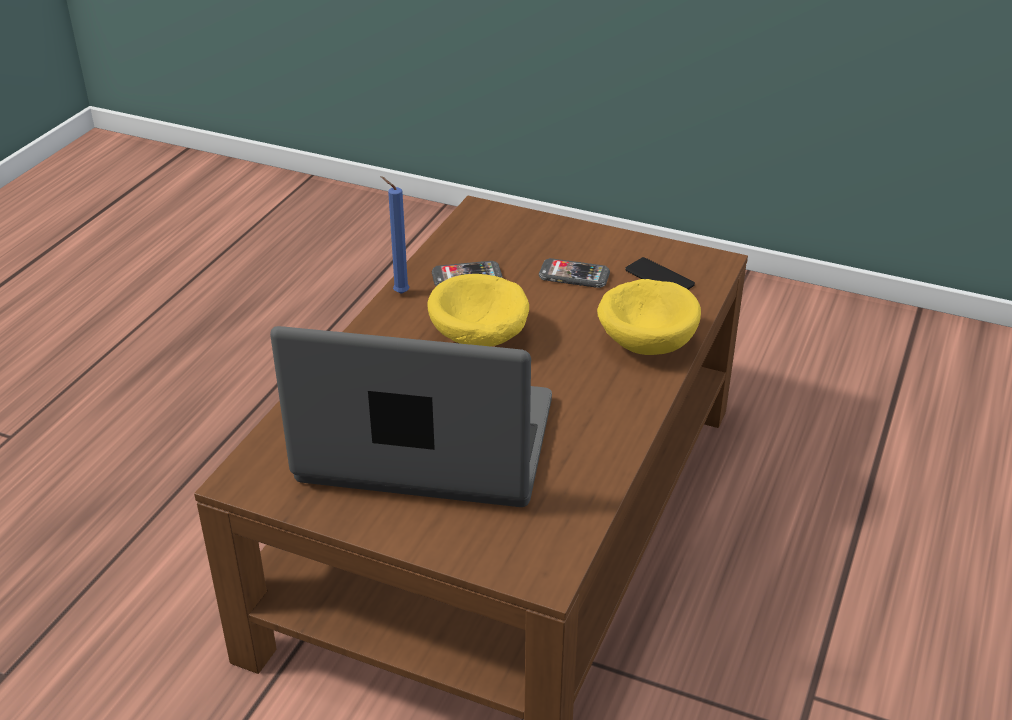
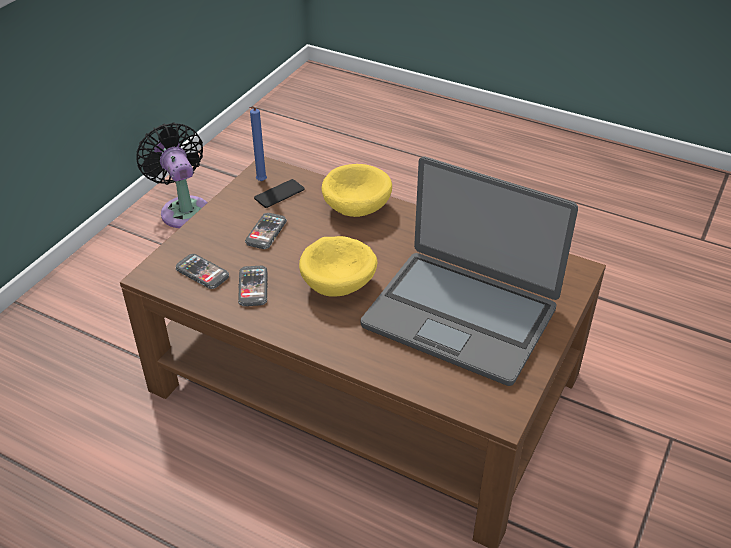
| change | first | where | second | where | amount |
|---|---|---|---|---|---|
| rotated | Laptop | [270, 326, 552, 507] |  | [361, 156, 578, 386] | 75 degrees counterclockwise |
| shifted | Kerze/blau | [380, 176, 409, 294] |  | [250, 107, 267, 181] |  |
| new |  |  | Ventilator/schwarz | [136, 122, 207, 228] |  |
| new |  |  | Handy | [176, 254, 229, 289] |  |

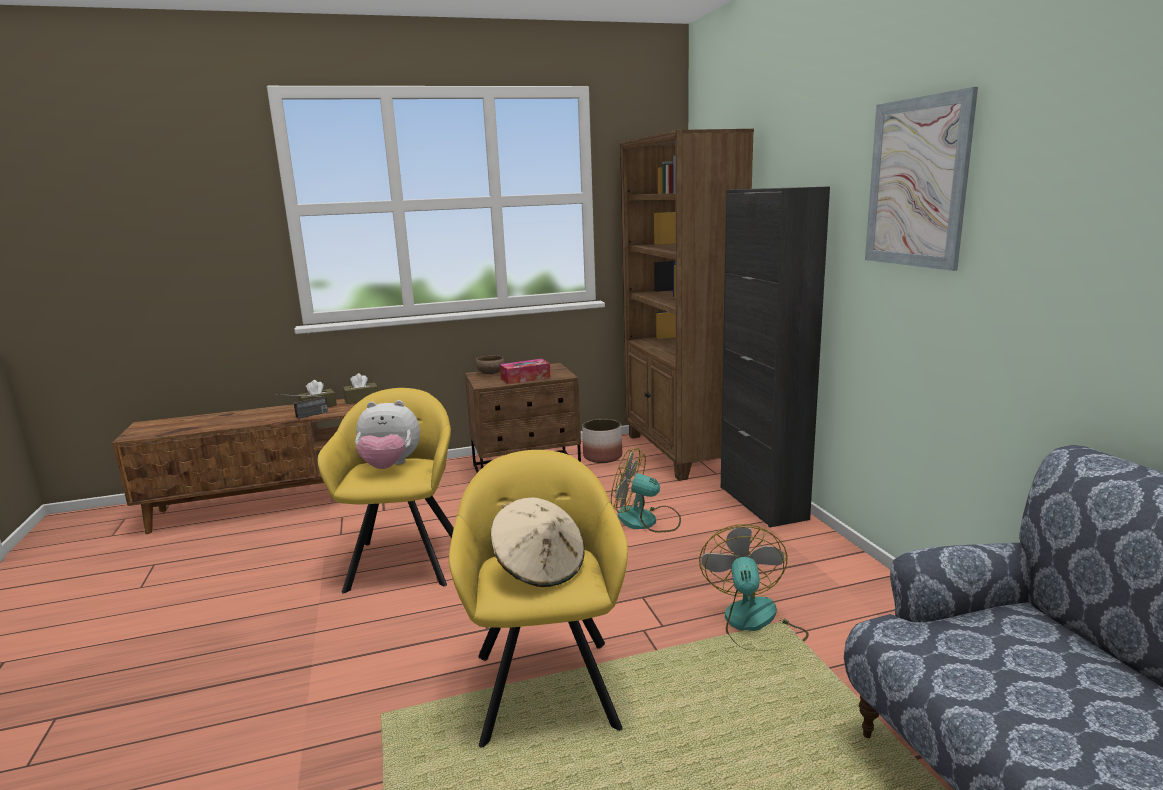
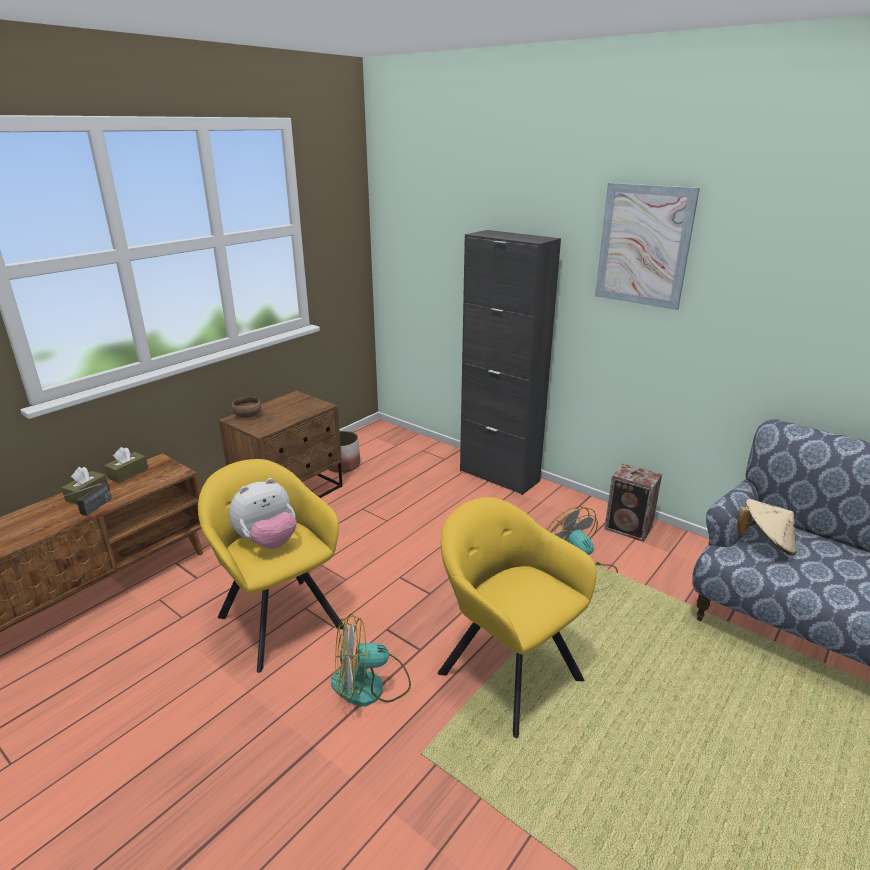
| change | first | where | second | where | amount |
|---|---|---|---|---|---|
| shifted | Hut/beige | [491, 497, 585, 587] |  | [737, 499, 797, 555] |  |
| gone | Taschentuchbox | [500, 359, 551, 384] |  |  |  |
| shifted | Ventilator | [611, 448, 681, 533] |  | [331, 614, 411, 707] |  |
| gone | Bücherregal/braun | [620, 129, 754, 481] |  |  |  |
| new |  |  | Lautsprecher | [604, 463, 662, 542] |  |

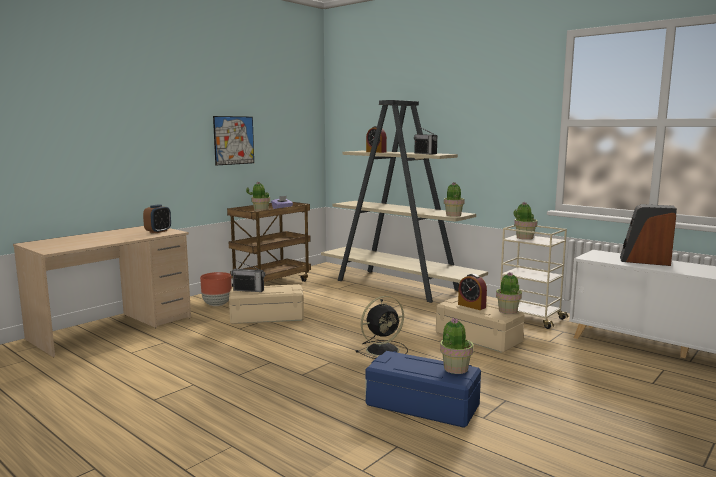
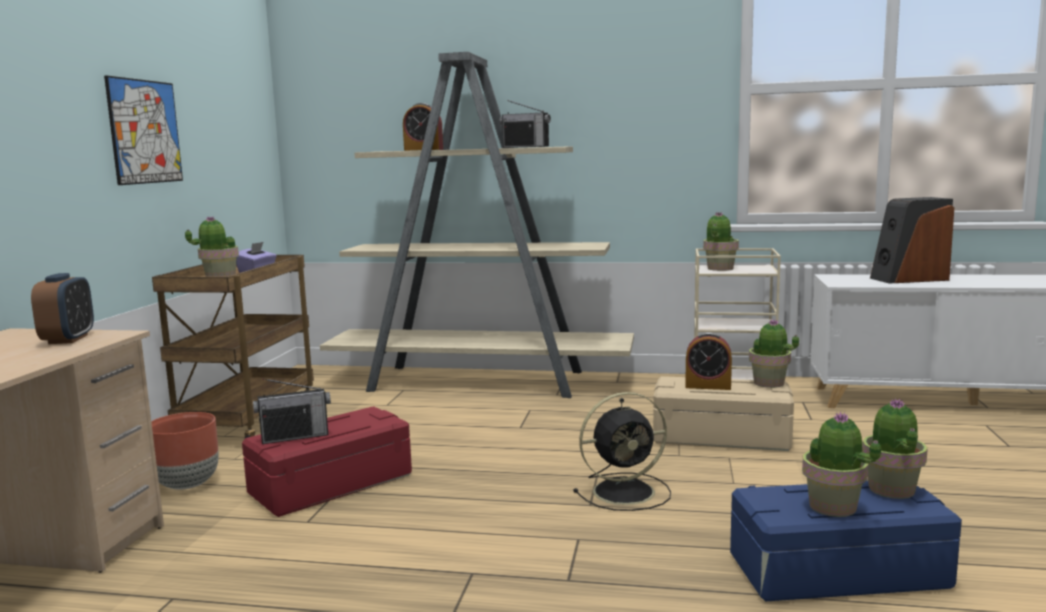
| change | first | where | second | where | amount |
|---|---|---|---|---|---|
| repainted | Aufbewahrungsbox/beige | [229, 284, 304, 324] | Aufbewahrungsbox/rot | [242, 406, 412, 517] |  |
| rotated | Ventilator/schwarz | [356, 296, 408, 359] |  | [573, 392, 671, 511] | 45 degrees clockwise |
| shifted | Topfpflanze | [444, 183, 465, 217] |  | [802, 411, 882, 517] |  |

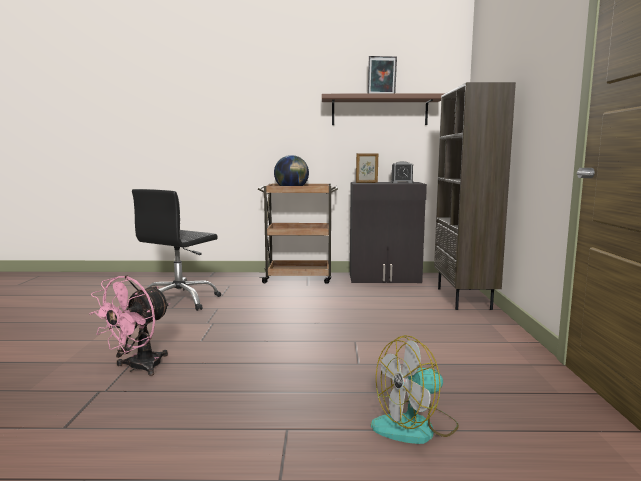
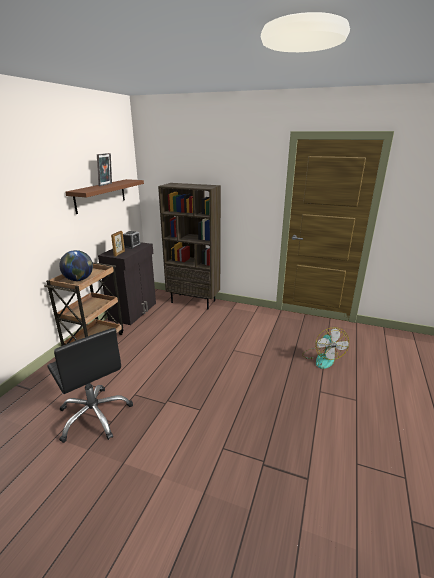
| change | first | where | second | where | amount |
|---|---|---|---|---|---|
| gone | Ventilator/rosa | [89, 276, 170, 376] |  |  |  |

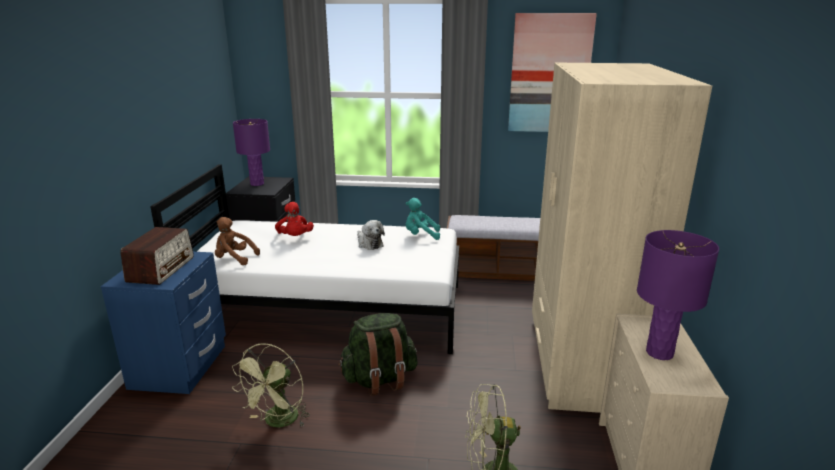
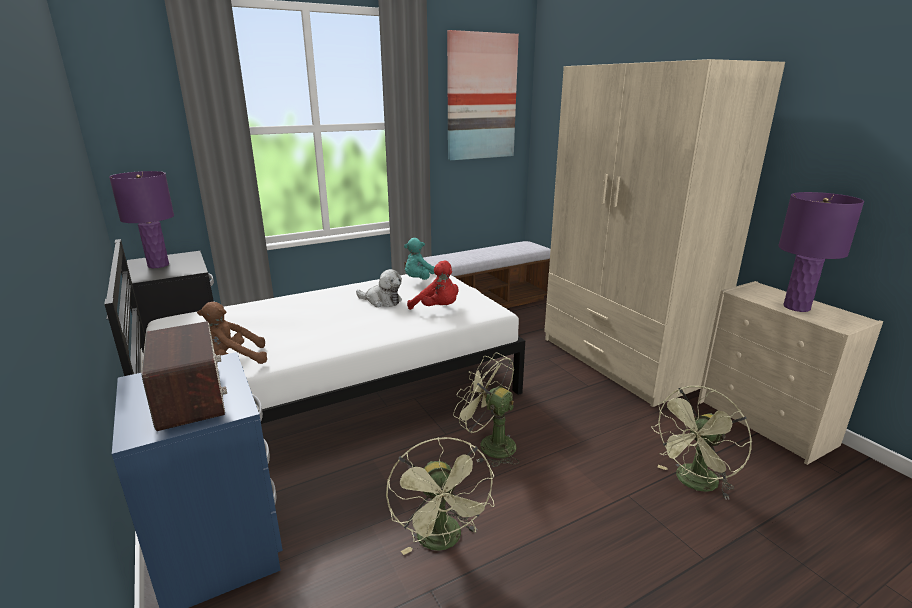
| change | first | where | second | where | amount |
|---|---|---|---|---|---|
| shifted | Plüschtier/rot | [275, 202, 314, 236] |  | [407, 260, 459, 310] |  |
| swapped | Rucksack/grün | [338, 313, 418, 396] | Ventilator/grün | [453, 353, 519, 467] |  |

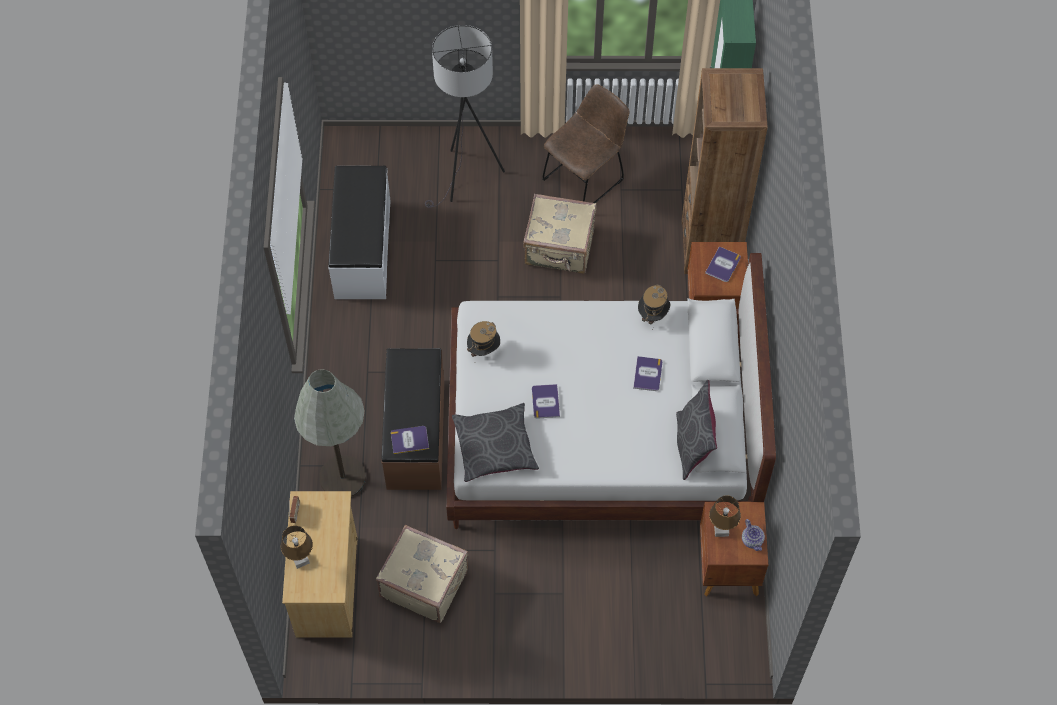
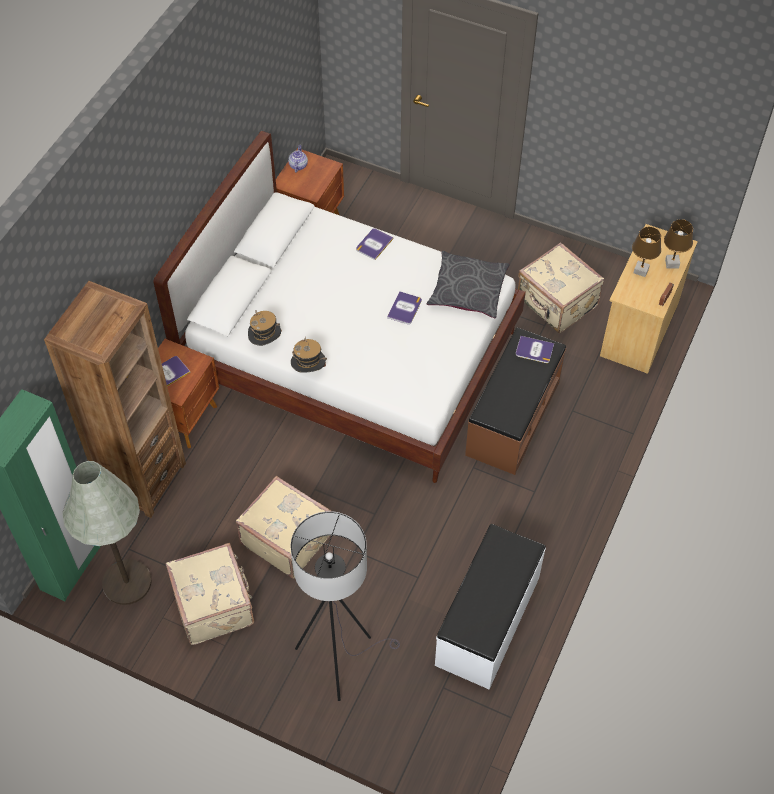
| change | first | where | second | where | amount |
|---|---|---|---|---|---|
| shifted | Stehlampe/grau | [294, 369, 366, 497] |  | [62, 461, 152, 605] |  |
| shifted | Hut | [467, 321, 500, 357] |  | [291, 336, 327, 373] |  |
| swapped | Stuhl/braun | [542, 84, 629, 203] | Koffer/beige | [166, 543, 254, 645] |  |
| shifted | Buch | [633, 356, 662, 391] |  | [356, 228, 393, 260] |  |
| gone | Kissen/grau | [676, 380, 717, 480] |  |  |  |
| shifted | Tischlampe/braun | [709, 495, 741, 537] |  | [632, 227, 661, 277] |  |

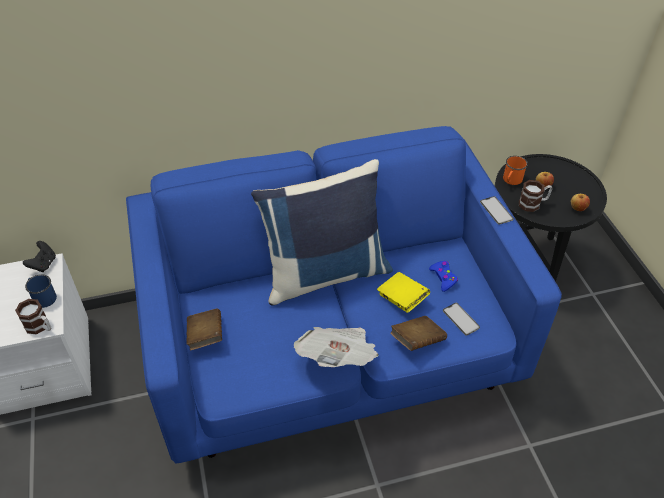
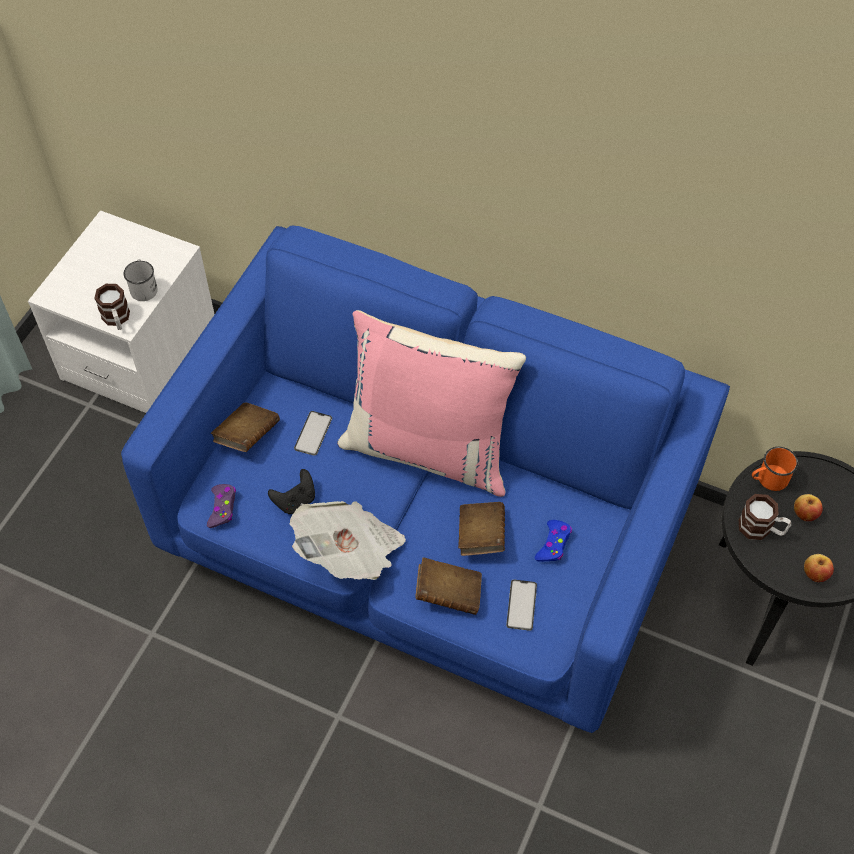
| change | first | where | second | where | amount |
|---|---|---|---|---|---|
| shifted | Gamepad/schwarz | [23, 241, 56, 272] |  | [268, 469, 315, 514] |  |
| repainted | Henkelbecher/blau | [25, 274, 57, 308] | Henkelbecher/weiß | [124, 259, 158, 301] |  |
| repainted | Kissen/blau | [251, 159, 393, 305] | Kissen/rosa | [337, 310, 526, 497] |  |
| repainted | Buch/gelb | [377, 272, 430, 313] | Buch/braun | [458, 502, 505, 556] |  |
| shifted | Handy | [480, 196, 514, 225] |  | [294, 411, 332, 456] |  |
| new |  |  | Gamepad/lila | [207, 484, 236, 528] |  |

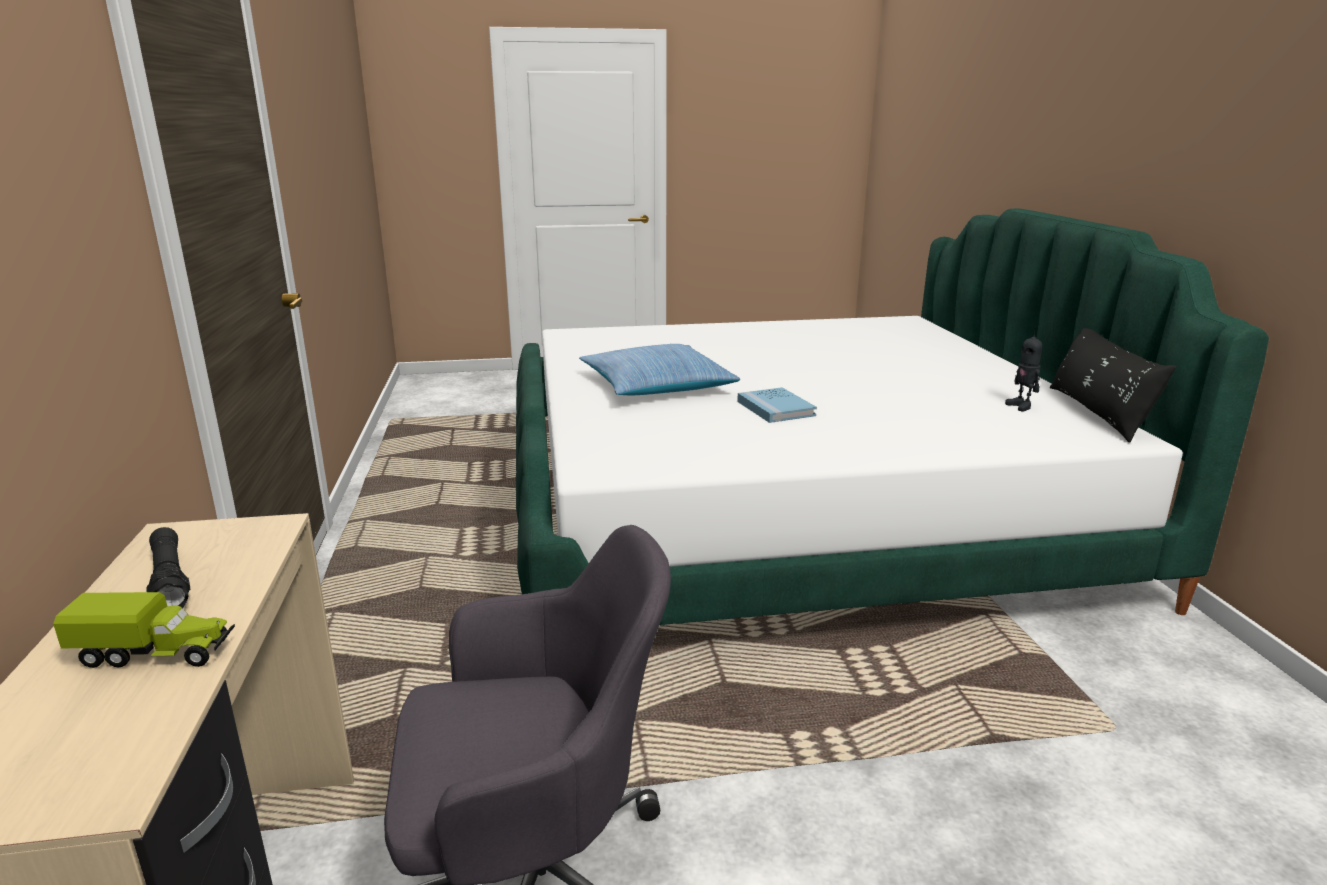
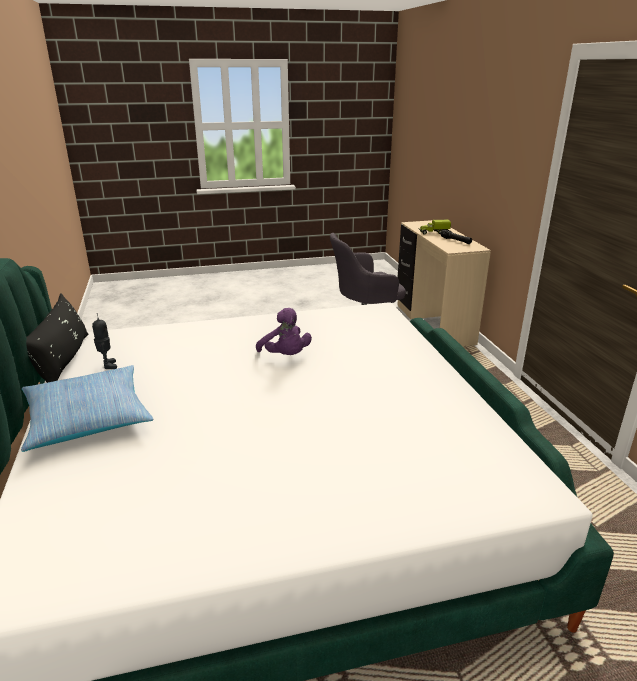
| change | first | where | second | where | amount |
|---|---|---|---|---|---|
| shifted | Kissen | [579, 344, 740, 395] |  | [21, 365, 154, 452] |  |
| swapped | Buch/blau | [737, 387, 817, 423] | Plüschtier/lila | [256, 308, 312, 355] |  |

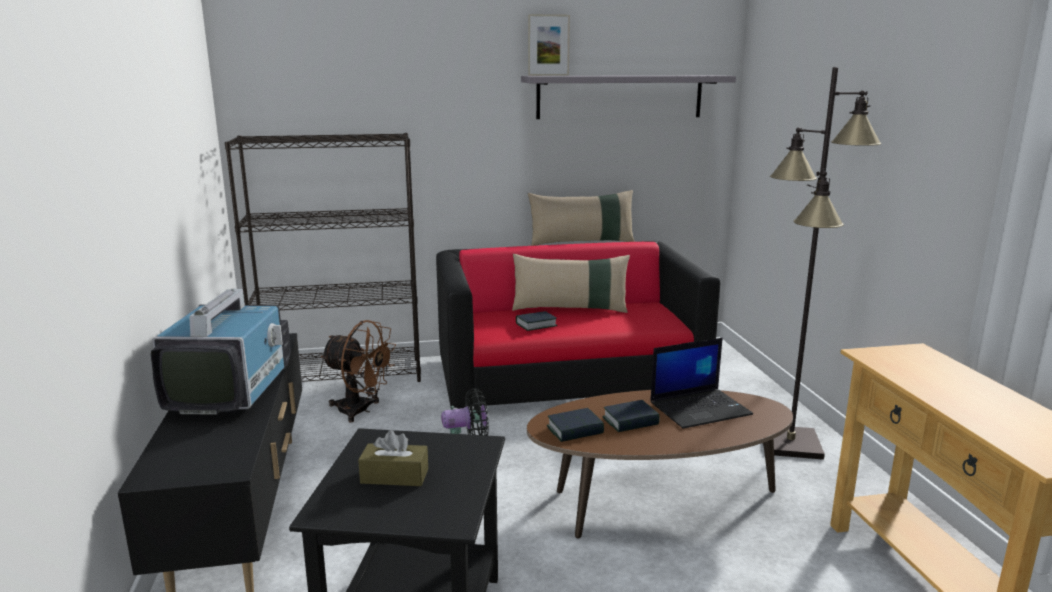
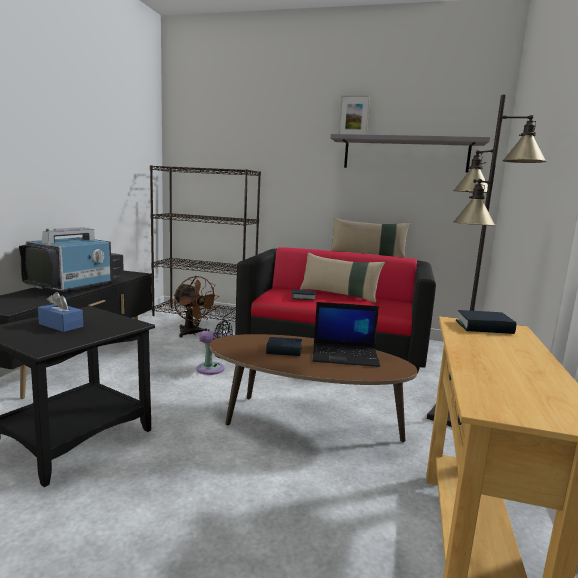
| change | first | where | second | where | amount |
|---|---|---|---|---|---|
| repainted | Taschentuchbox/braun | [358, 430, 428, 486] | Taschentuchbox/blau | [38, 292, 83, 332] |  |
| shifted | Buch | [547, 408, 604, 442] |  | [456, 310, 516, 334] |  |

